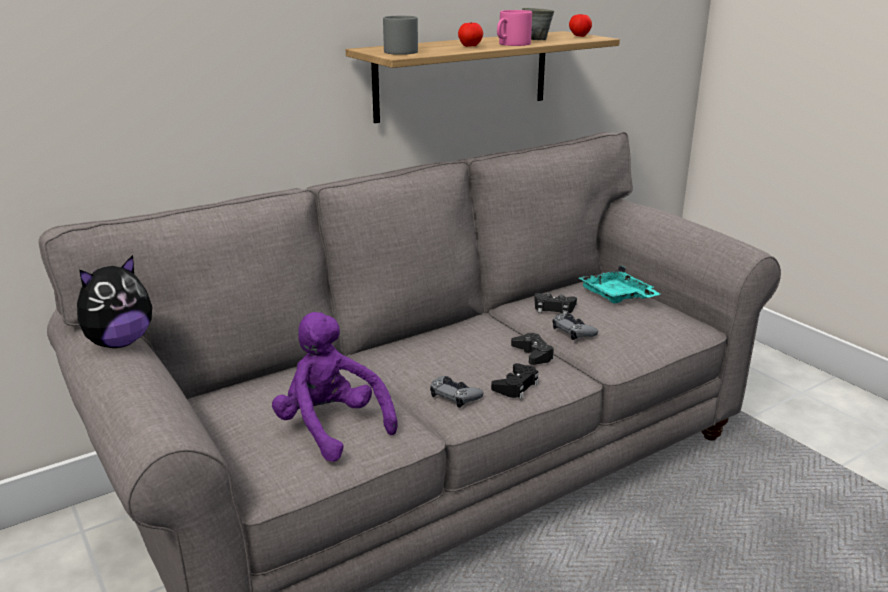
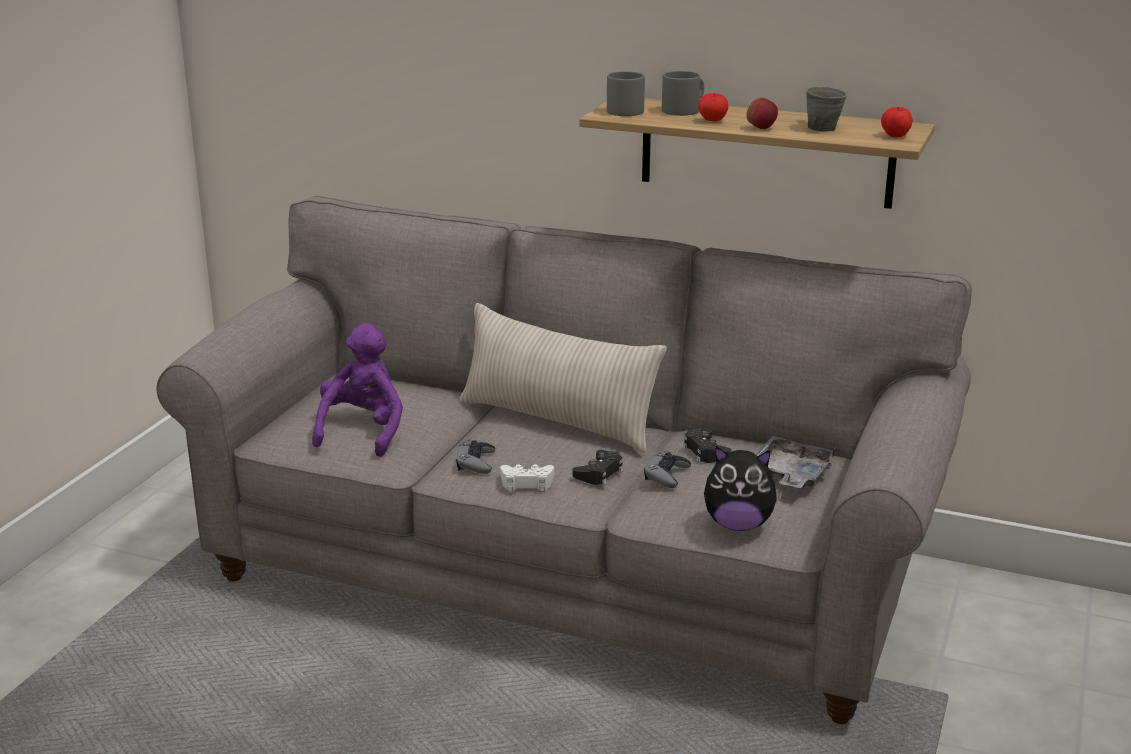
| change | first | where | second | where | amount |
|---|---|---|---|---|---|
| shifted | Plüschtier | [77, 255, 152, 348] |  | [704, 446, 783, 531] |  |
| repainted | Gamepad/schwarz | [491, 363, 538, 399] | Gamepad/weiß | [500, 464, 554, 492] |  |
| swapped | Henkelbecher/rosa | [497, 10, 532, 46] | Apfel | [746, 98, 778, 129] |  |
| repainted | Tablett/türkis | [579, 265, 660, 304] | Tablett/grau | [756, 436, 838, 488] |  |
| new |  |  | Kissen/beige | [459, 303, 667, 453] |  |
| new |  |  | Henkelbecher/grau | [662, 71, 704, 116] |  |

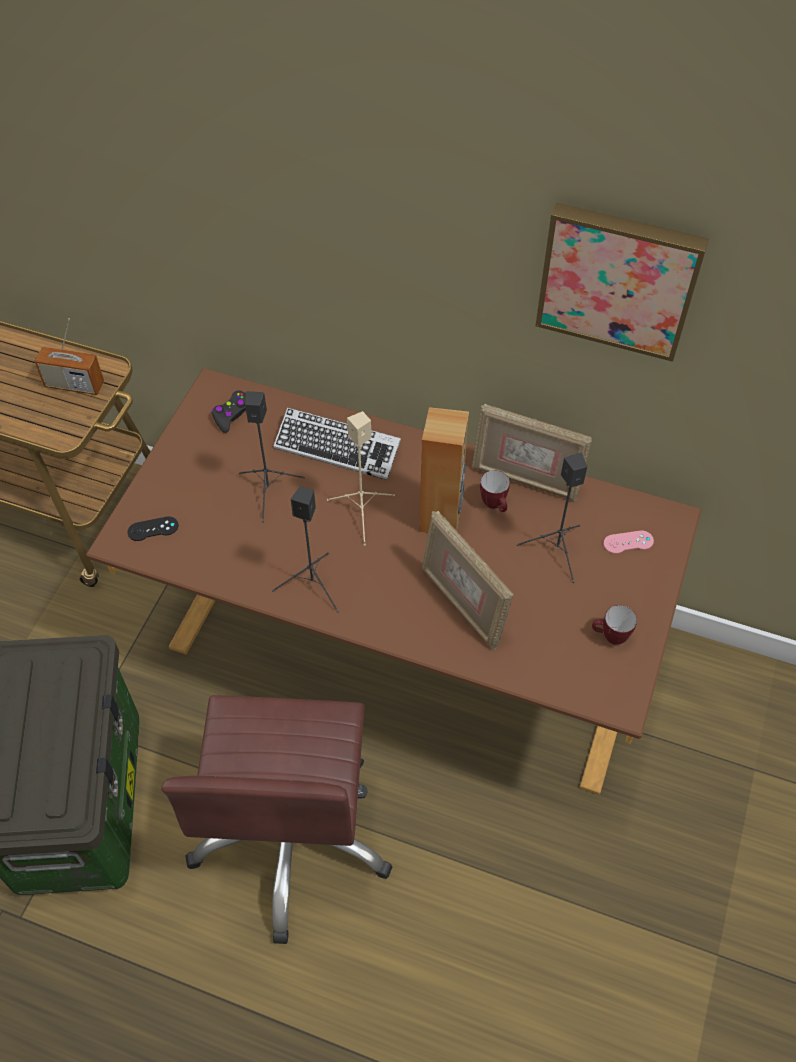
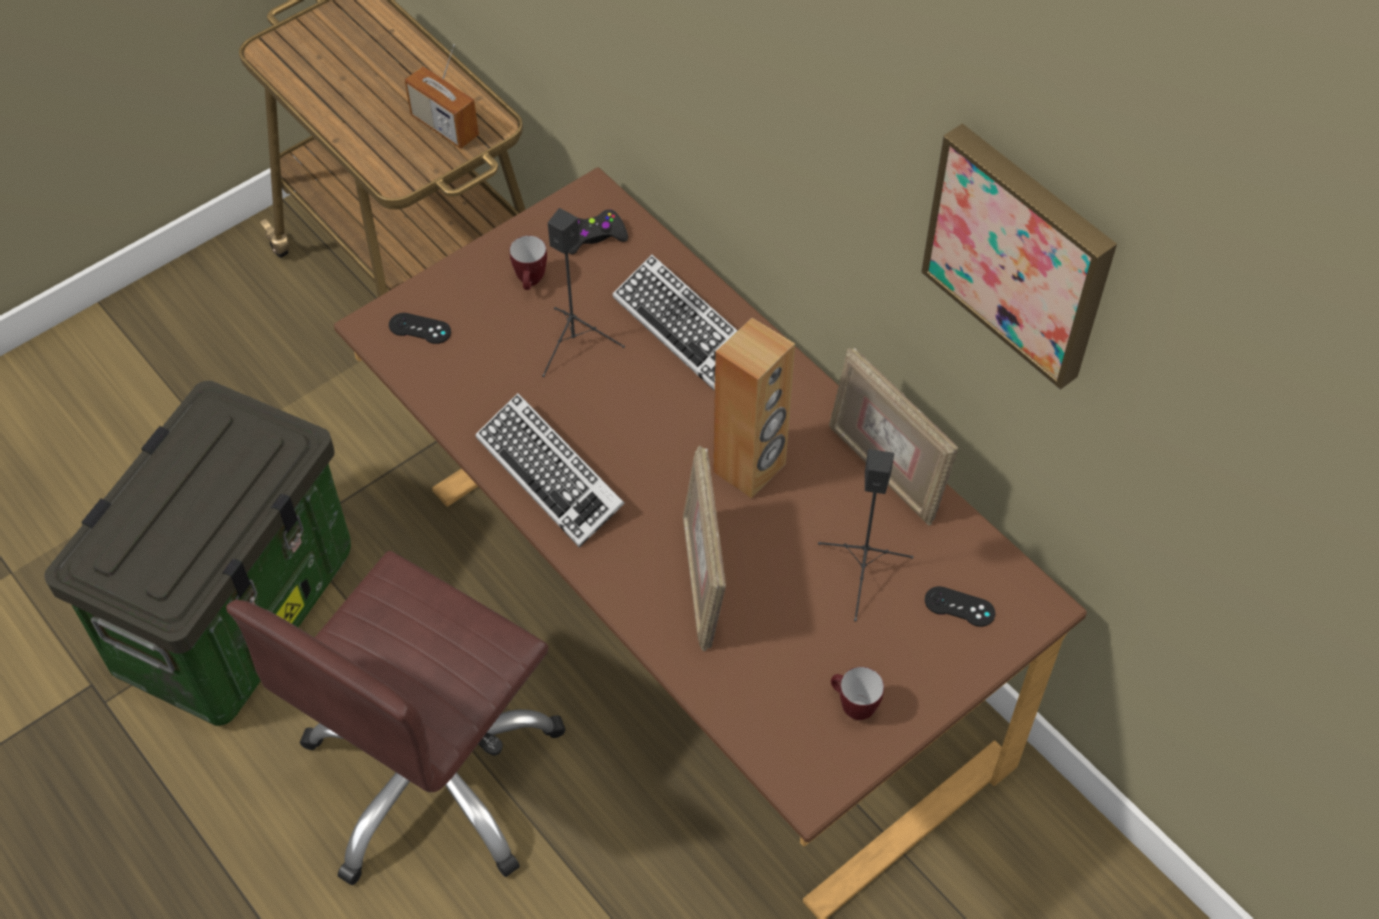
| change | first | where | second | where | amount |
|---|---|---|---|---|---|
| swapped | Lautsprecher/schwarz | [272, 486, 339, 613] | Tastatur | [475, 393, 625, 548] |  |
| gone | Lautsprecher/beige | [327, 411, 395, 546] |  |  |  |
| shifted | Henkelbecher | [480, 470, 510, 512] |  | [509, 235, 547, 290] |  |
| repainted | Gamepad/rosa | [603, 531, 654, 554] | Gamepad/schwarz | [925, 586, 995, 627] |  |

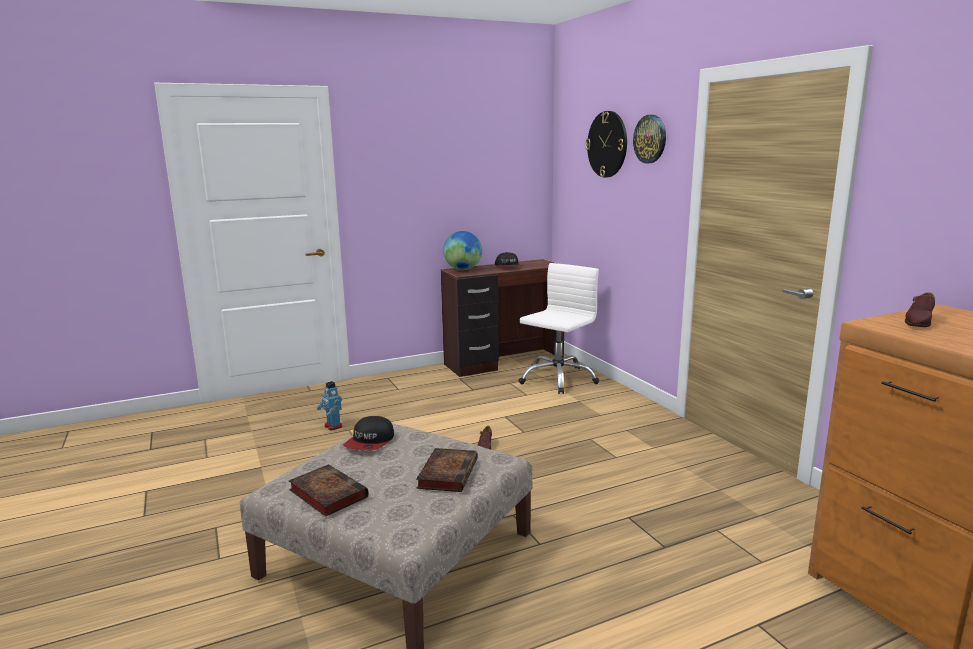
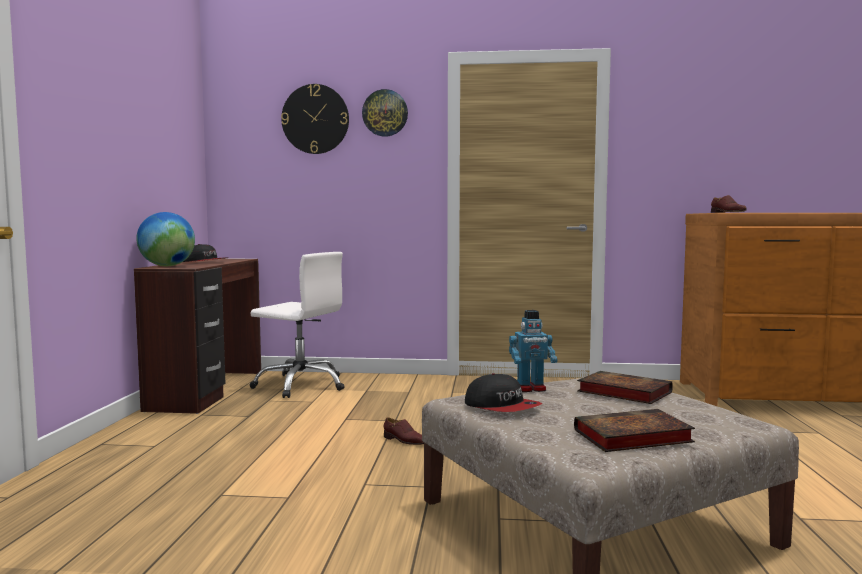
| change | first | where | second | where | amount |
|---|---|---|---|---|---|
| shifted | Spielzeugroboter | [316, 381, 342, 430] |  | [509, 310, 558, 392] |  |
| rotated | Bürostuhl/weiß | [518, 263, 600, 394] |  | [249, 252, 345, 398] | 135 degrees clockwise |

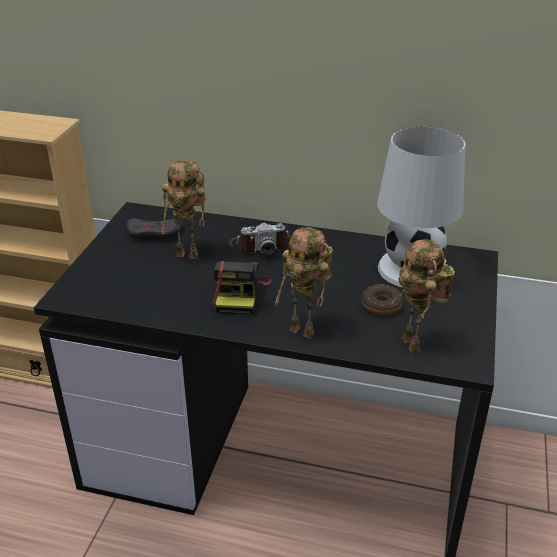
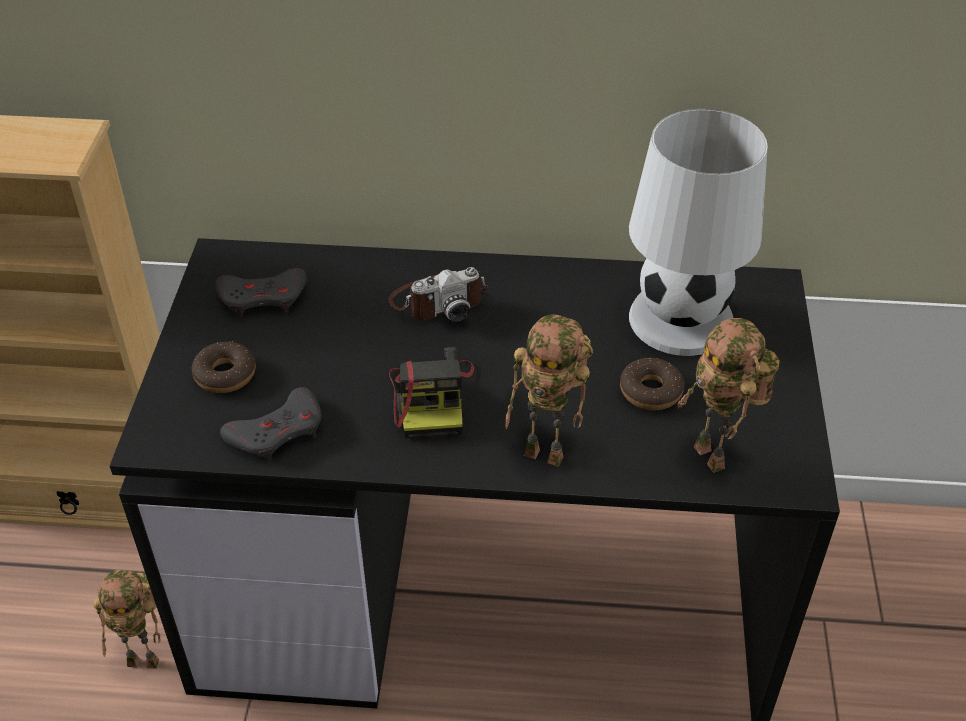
| change | first | where | second | where | amount |
|---|---|---|---|---|---|
| shifted | Spielzeugroboter | [162, 160, 206, 259] |  | [94, 570, 160, 669] |  |
| new |  |  | Donut | [192, 341, 256, 393] |  |
| new |  |  | Gamepad/grau | [220, 387, 321, 462] |  |

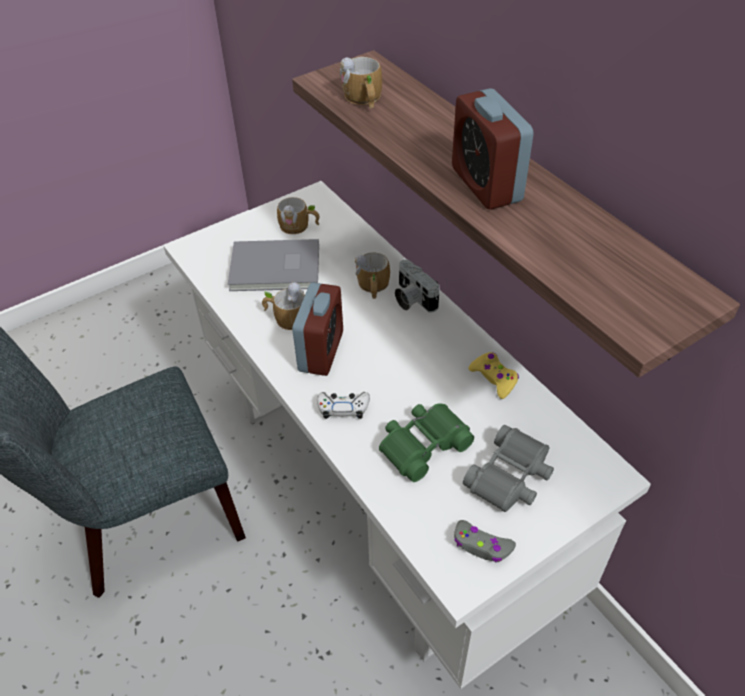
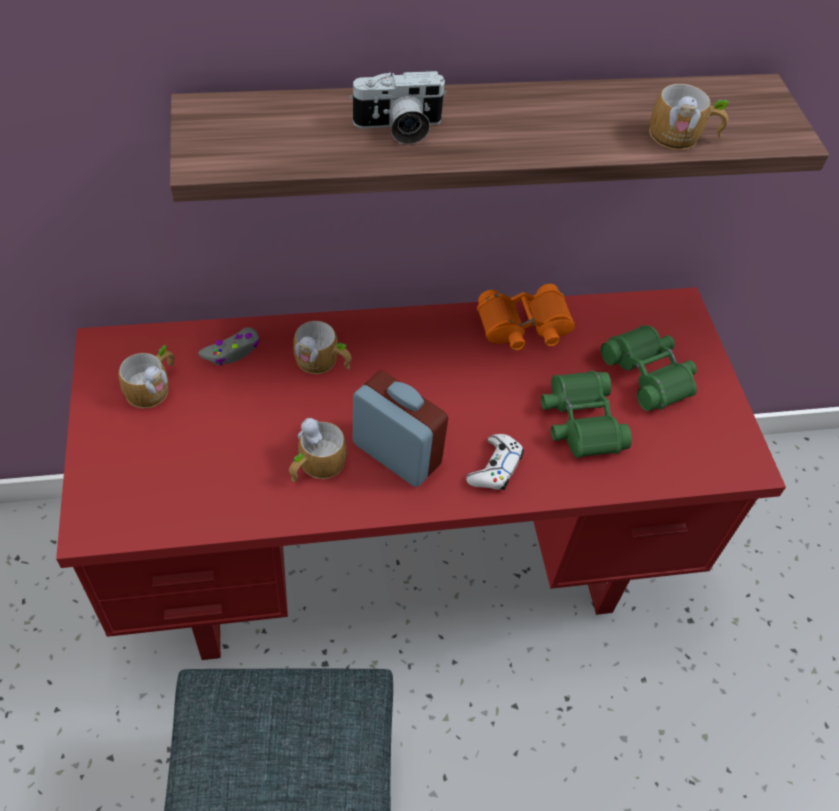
| change | first | where | second | where | amount |
|---|---|---|---|---|---|
| repainted | Schreibtisch/weiß | [163, 181, 651, 689] | Schreibtisch/rot | [56, 287, 786, 660] |  |
| gone | Buch/grau | [228, 239, 319, 291] |  |  |  |
| shifted | Henkelbecher | [340, 57, 382, 108] |  | [649, 84, 729, 150] |  |
| shifted | Kamera | [395, 259, 440, 313] |  | [349, 71, 447, 145] |  |
| gone | Wecker | [452, 88, 534, 210] |  |  |  |
| shifted | Gamepad/grau | [454, 520, 516, 562] |  | [198, 327, 260, 366] |  |
| repainted | Fernglas/grau | [463, 425, 554, 512] | Fernglas/grün | [601, 325, 697, 411] |  |
| swapped | Gamepad/gelb | [469, 352, 519, 399] | Fernglas/orange | [477, 284, 575, 351] |  |

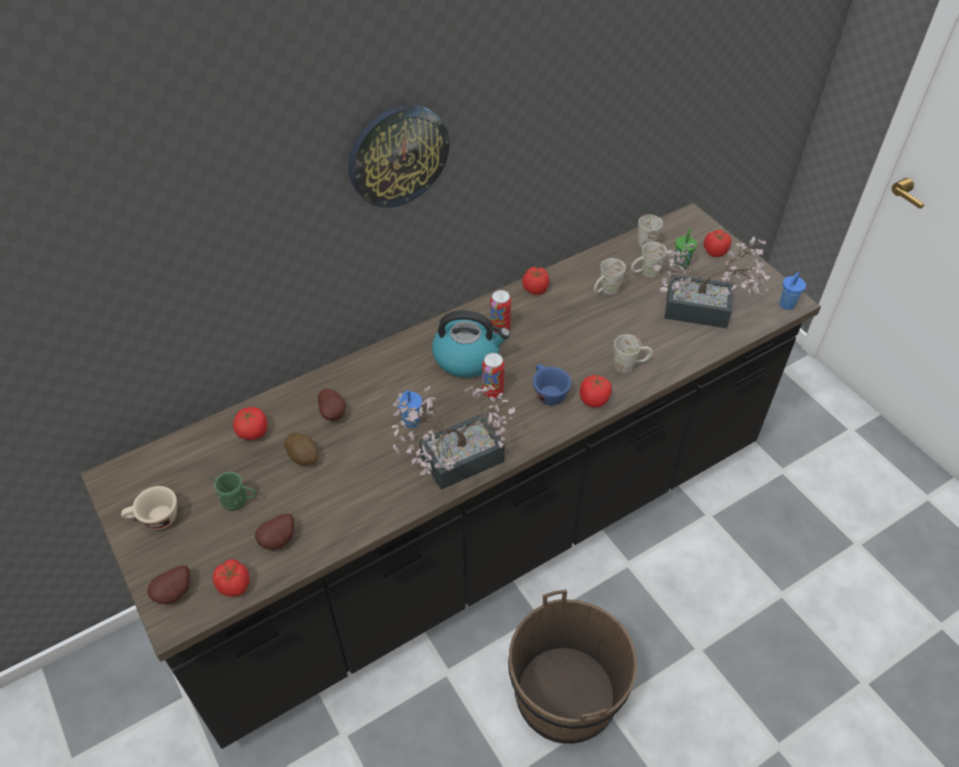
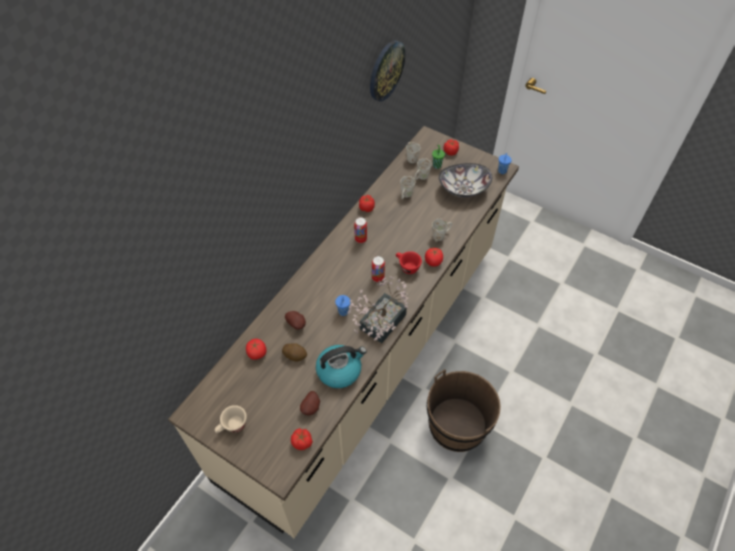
| change | first | where | second | where | amount |
|---|---|---|---|---|---|
| repainted | Küchenzeile/schwarz | [81, 203, 821, 749] | Küchenzeile/beige | [168, 126, 519, 538] |  |
| gone | Kartoffel | [147, 565, 190, 604] |  |  |  |
| gone | Henkelbecher/grün | [209, 472, 257, 511] |  |  |  |
| shifted | Wanduhr | [349, 104, 450, 208] |  | [370, 40, 405, 101] |  |
| shifted | Wasserkessel | [432, 310, 510, 378] |  | [316, 345, 367, 388] |  |
| repainted | Tasse/blau | [533, 364, 571, 405] | Tasse/rot | [396, 251, 422, 274] |  |
| swapped | Topfpflanze | [654, 237, 771, 328] | Schüssel | [439, 163, 492, 197] |  |

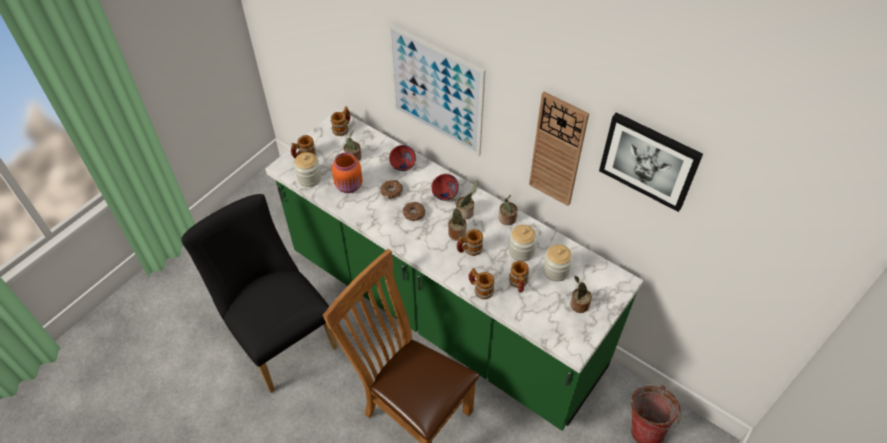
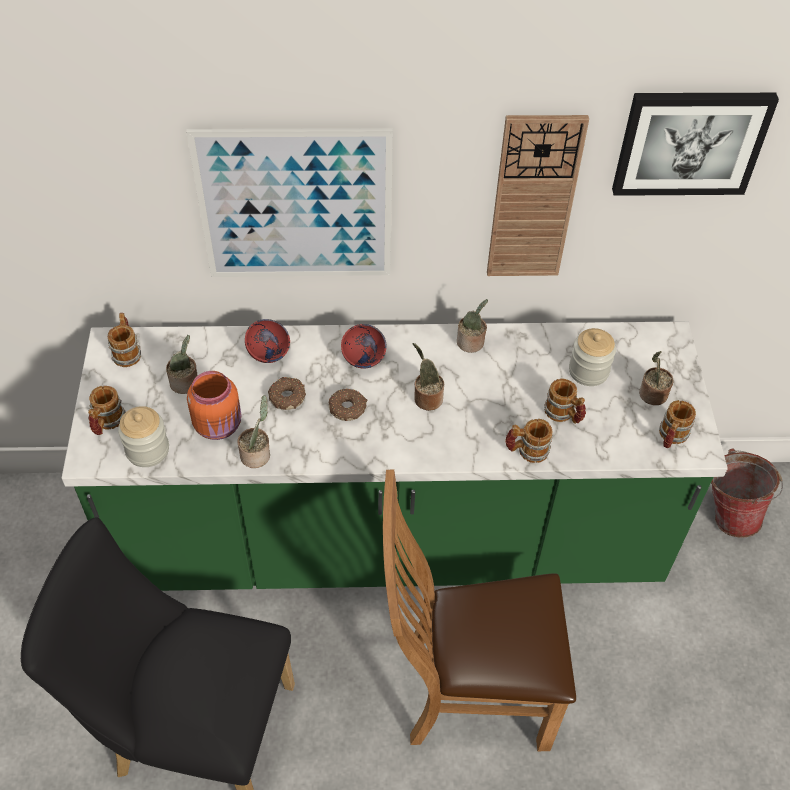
| change | first | where | second | where | amount |
|---|---|---|---|---|---|
| shifted | Henkelbecher | [456, 229, 483, 256] |  | [659, 400, 696, 448] |  |
| shifted | Topfpflanze | [457, 181, 478, 219] |  | [238, 395, 270, 468] |  |
| gone | Vorratsglas | [508, 225, 537, 261] |  |  |  |

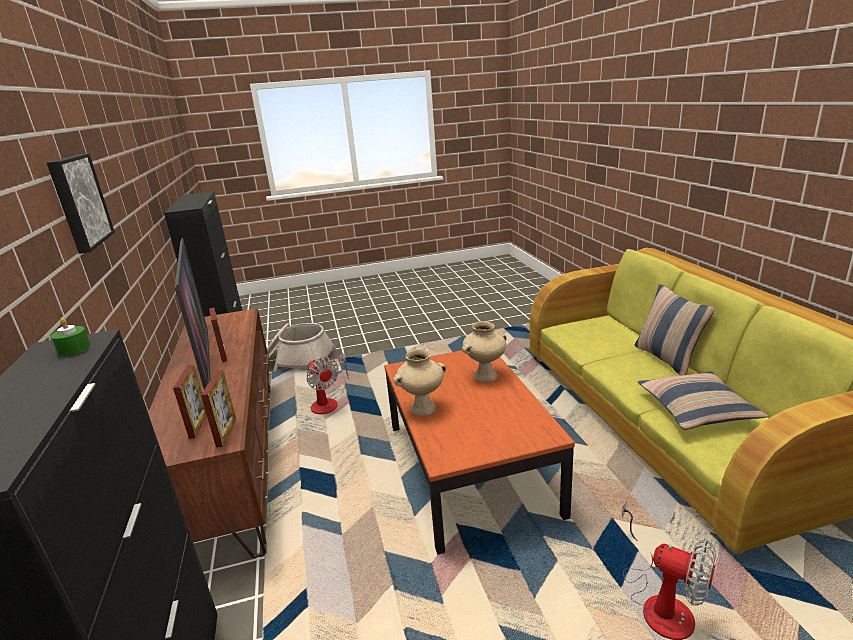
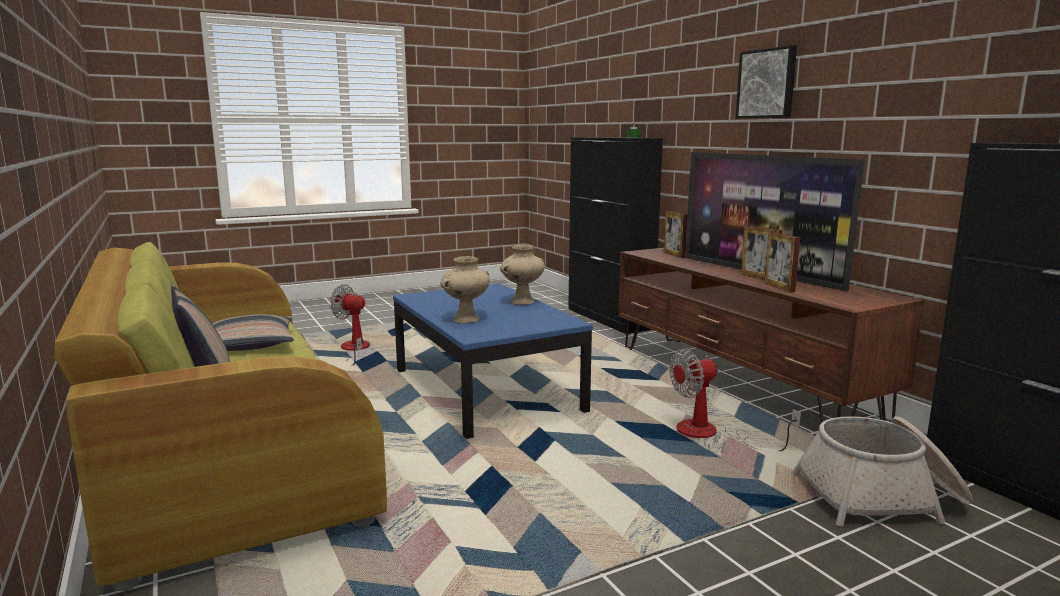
| change | first | where | second | where | amount |
|---|---|---|---|---|---|
| shifted | Bilderrahmen | [201, 370, 236, 447] |  | [764, 232, 800, 293] |  |
| rotated | Ventilator | [306, 353, 349, 414] |  | [669, 348, 801, 451] | 60 degrees counterclockwise |
| repainted | Couchtisch/braun | [384, 350, 575, 555] | Couchtisch/blau | [393, 283, 593, 439] |  |

